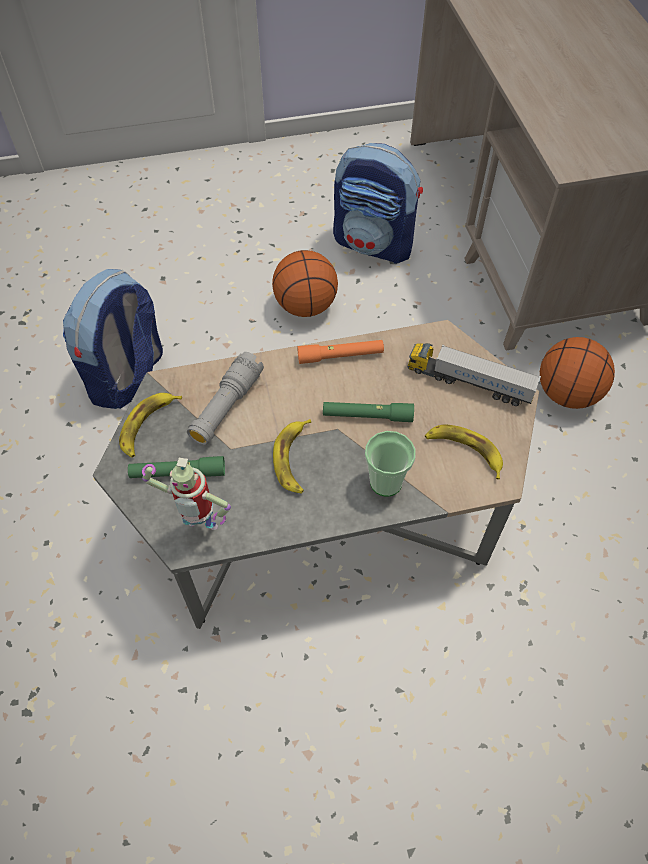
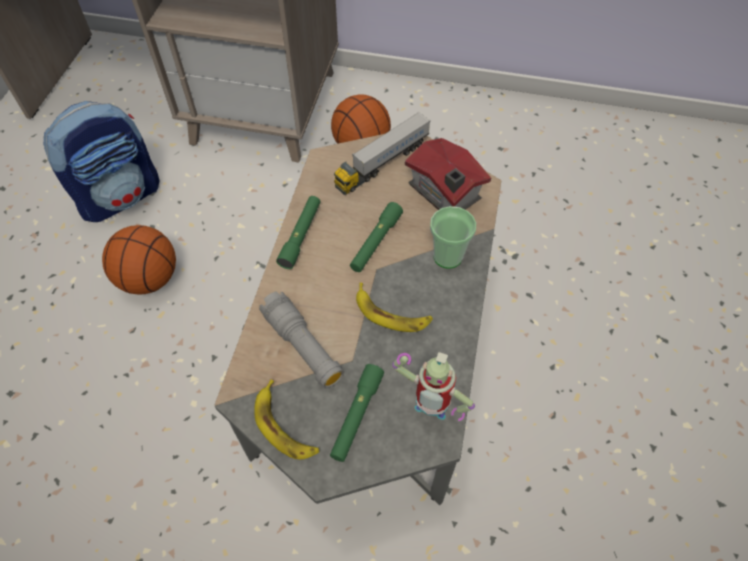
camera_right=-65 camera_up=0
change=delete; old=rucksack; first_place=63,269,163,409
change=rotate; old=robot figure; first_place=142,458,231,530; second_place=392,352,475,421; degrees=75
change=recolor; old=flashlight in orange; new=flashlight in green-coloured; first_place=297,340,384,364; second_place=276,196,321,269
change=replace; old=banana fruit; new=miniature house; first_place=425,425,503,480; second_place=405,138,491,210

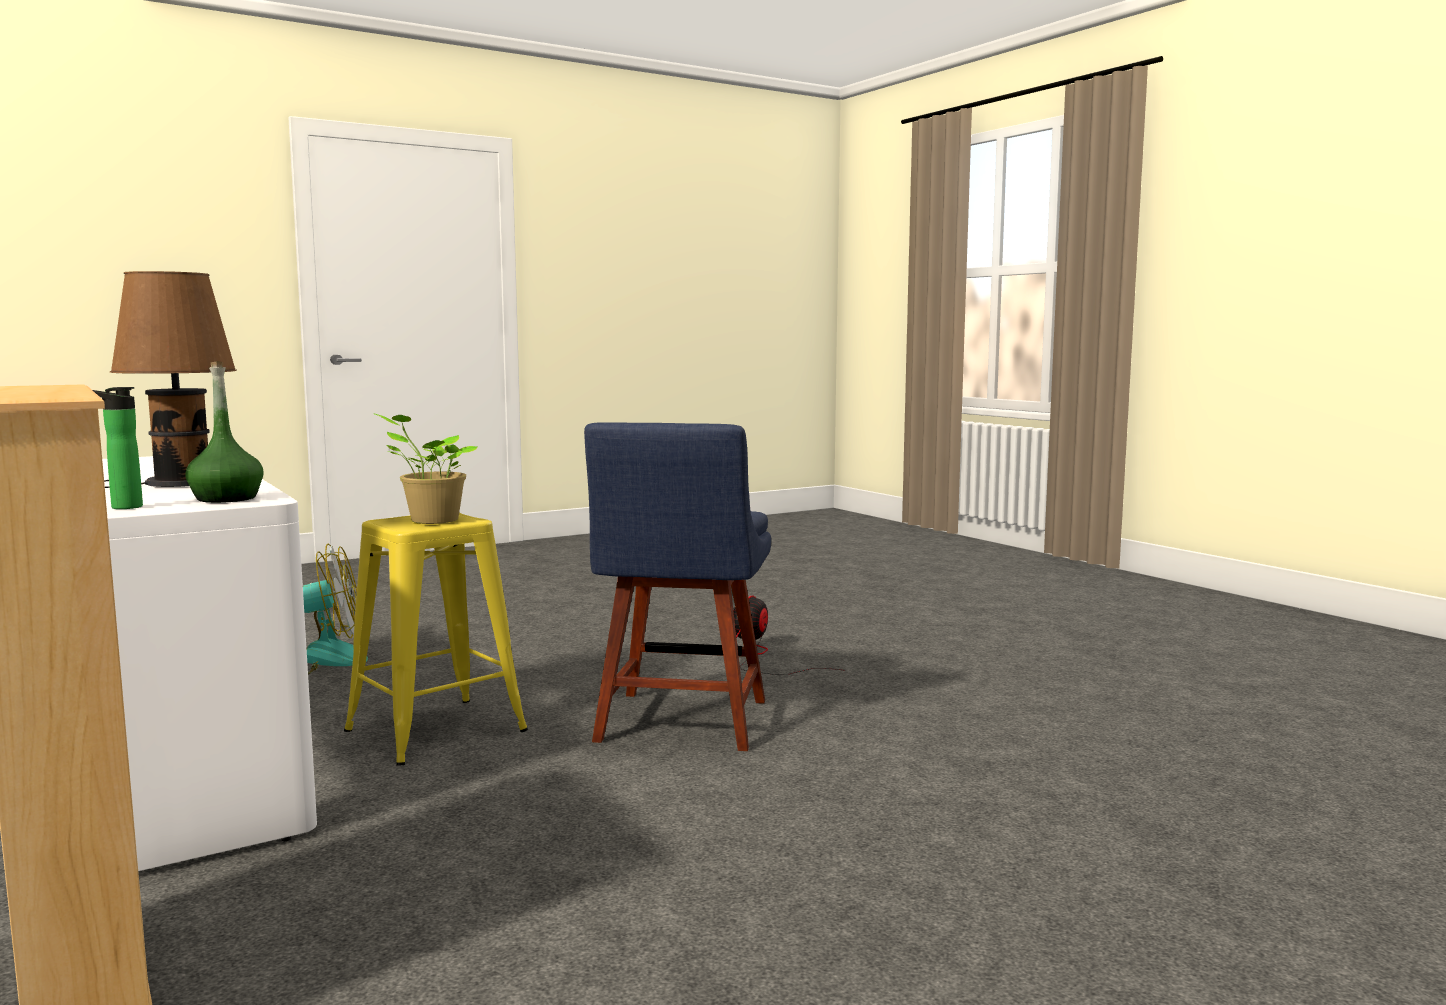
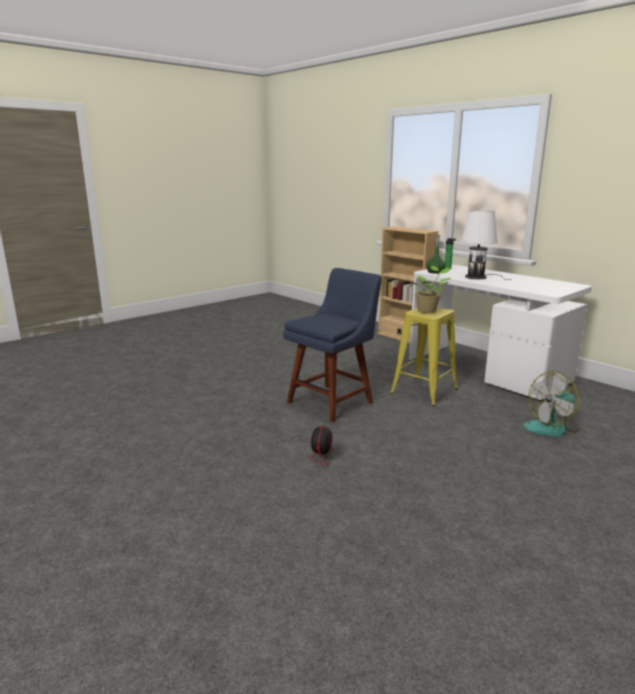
camera_right=170 camera_up=10
change=recolor; old=tabletop lamp in brownish; new=tabletop lamp in white; first_place=104,271,237,488; second_place=461,209,511,280
change=rotate; old=plain chair in bluish; first_place=584,422,771,751; second_place=283,268,382,422; degrees=45

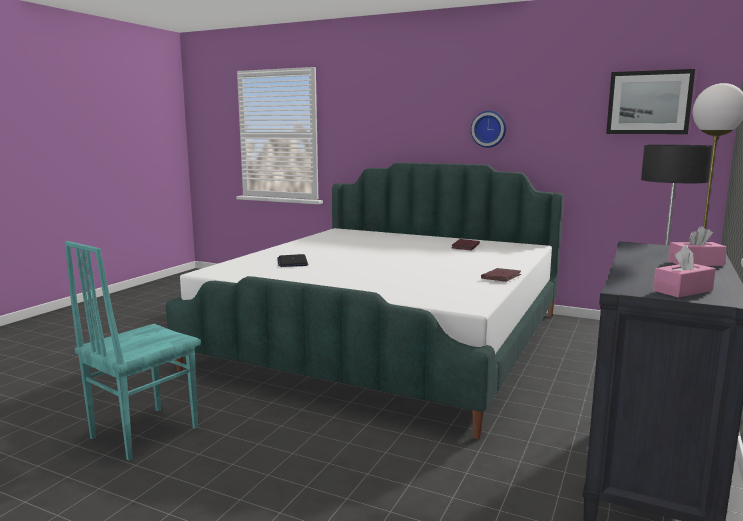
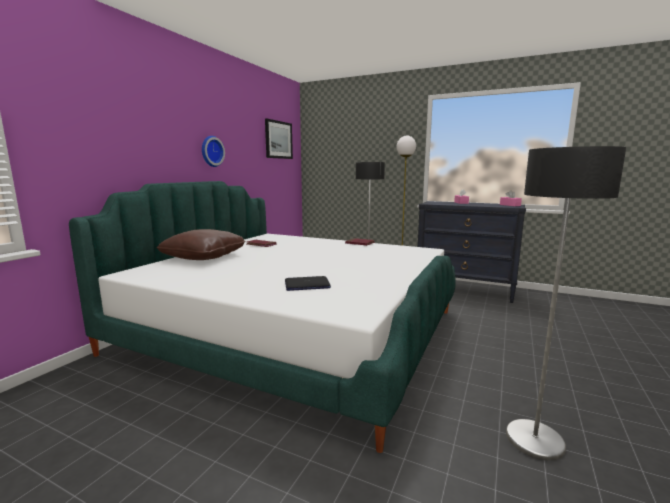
camera_right=-90 camera_up=0
change=replace; old=plain chair in turquoise; new=floor lamp; first_place=64,241,201,461; second_place=506,146,626,461
change=insert; new=cushion in brownish; second_place=156,229,246,260

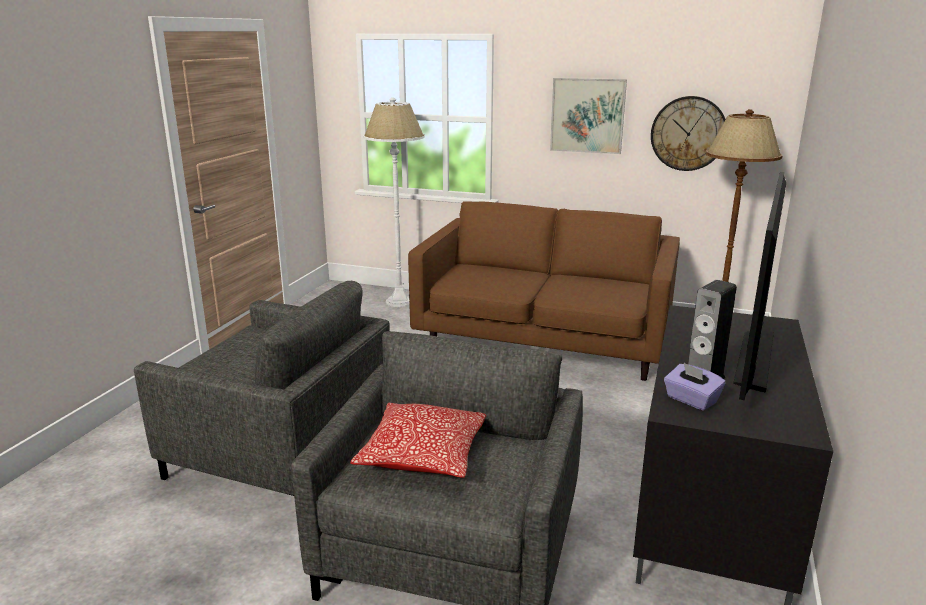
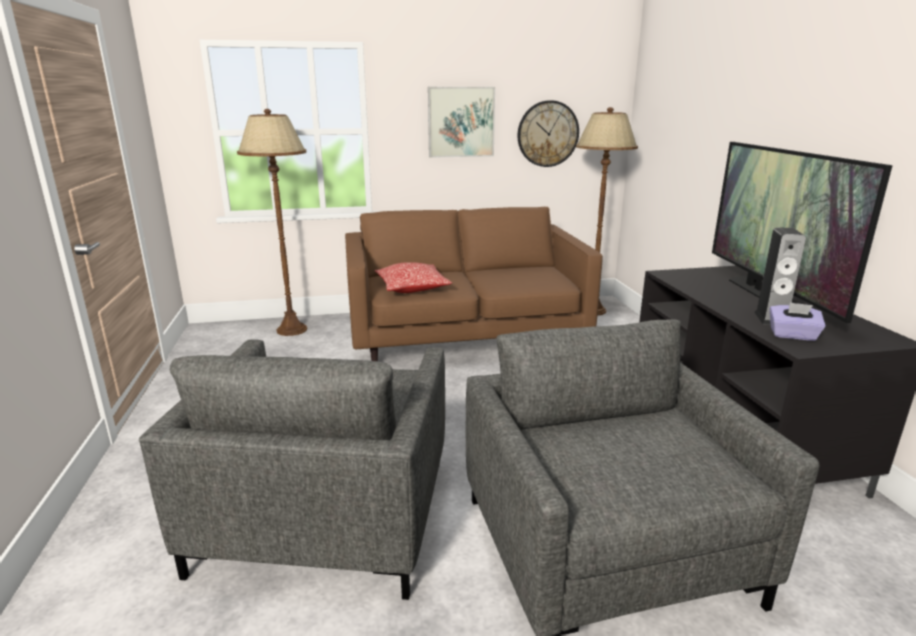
camera_right=-30 camera_up=0
change=rotate; old=easy chair in grey; first_place=134,281,390,496; second_place=139,339,445,600; degrees=105
change=move; old=cushion; first_place=350,403,487,478; second_place=375,262,452,293
change=recolor; old=floor lamp in white; new=floor lamp in brownish; first_place=363,97,425,307; second_place=237,109,307,336

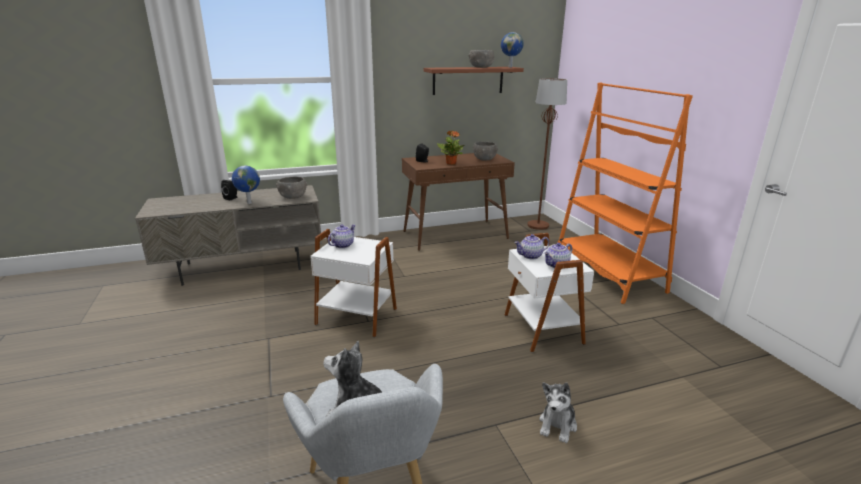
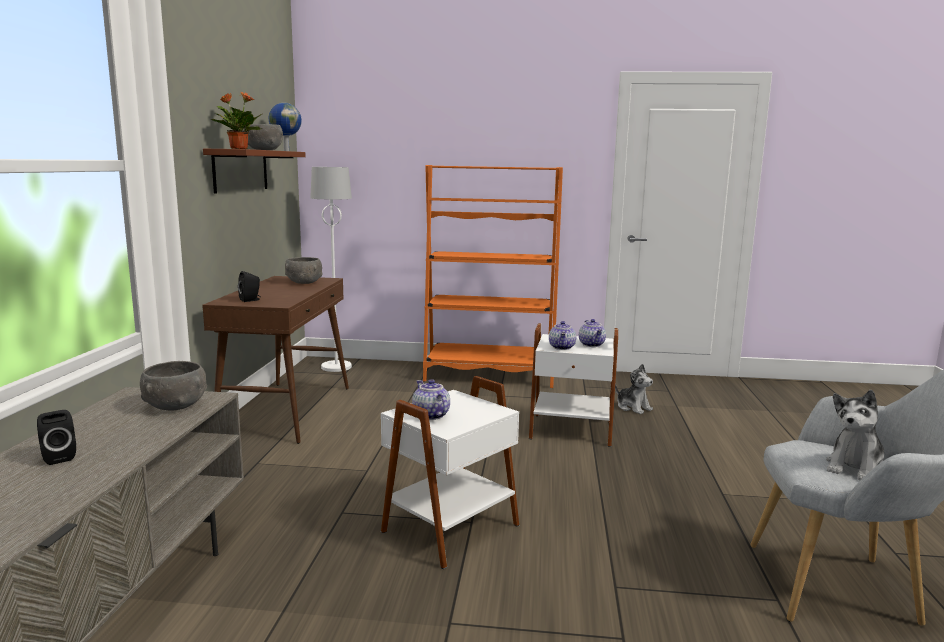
camera_right=-65 camera_up=-10
change=delete; old=desk globe; first_place=232,166,260,204
change=move; old=houseplant; first_place=437,130,464,165; second_place=211,92,262,149
change=recolor; old=floor lamp in brownish; new=floor lamp in white; first_place=527,78,567,230; second_place=310,167,352,372
change=move; old=plush toy; first_place=539,382,577,443; second_place=615,364,653,414

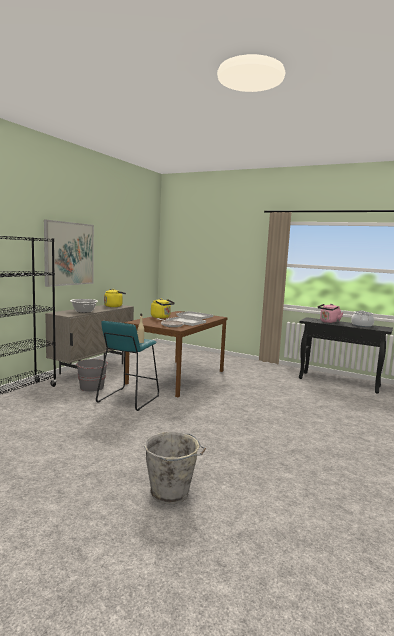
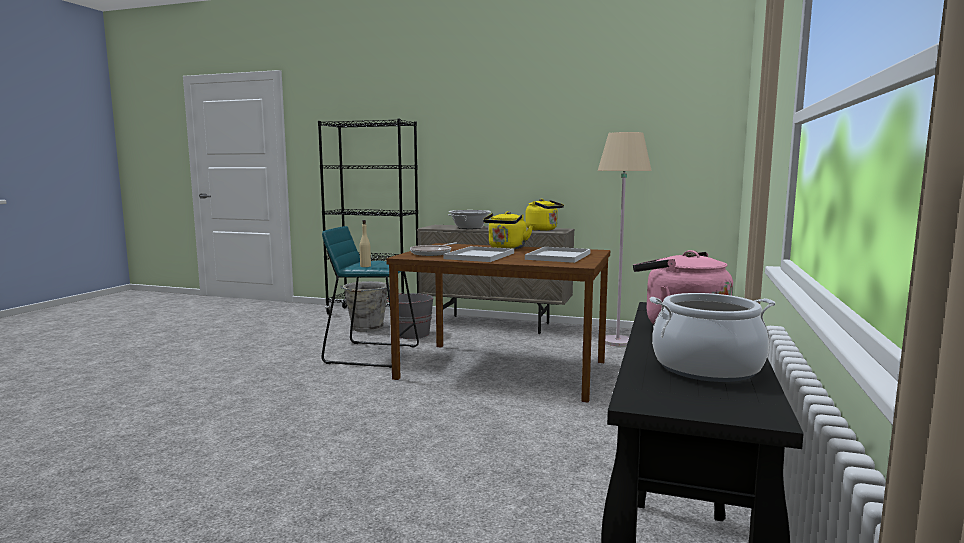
camera_right=80 camera_up=0
change=delete; old=picture; first_place=44,220,94,287
change=move; old=bucket in grey; first_place=144,432,206,504; second_place=340,281,387,332
change=insert; new=floor lamp in beige-coloured; second_place=598,132,652,346

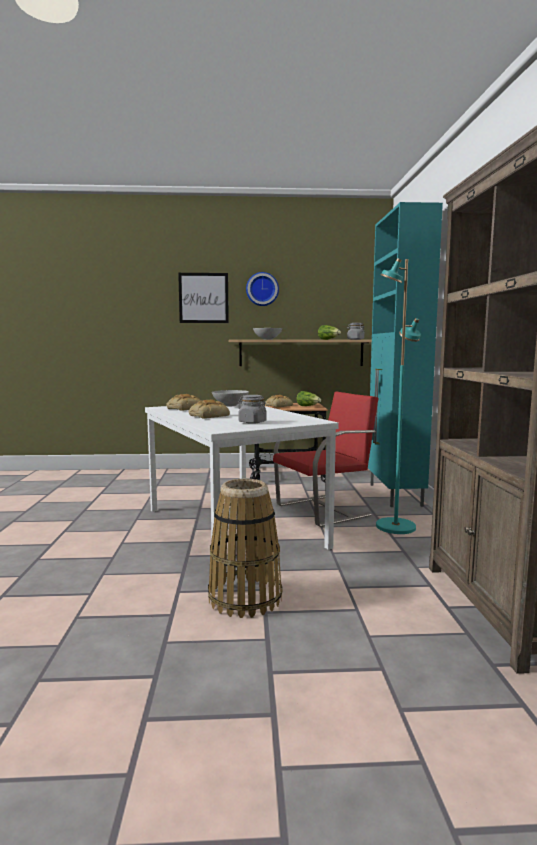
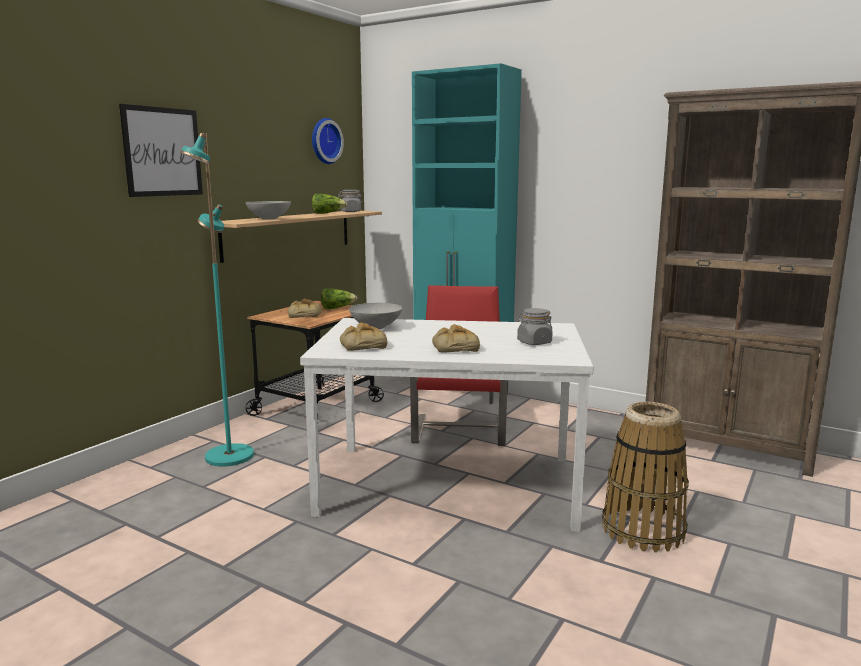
camera_right=-55 camera_up=5
change=move; old=clock on the wall; first_place=246,272,279,306; second_place=312,118,344,164
change=move; old=floor lamp in turquoise; first_place=376,258,421,534; second_place=180,133,254,466

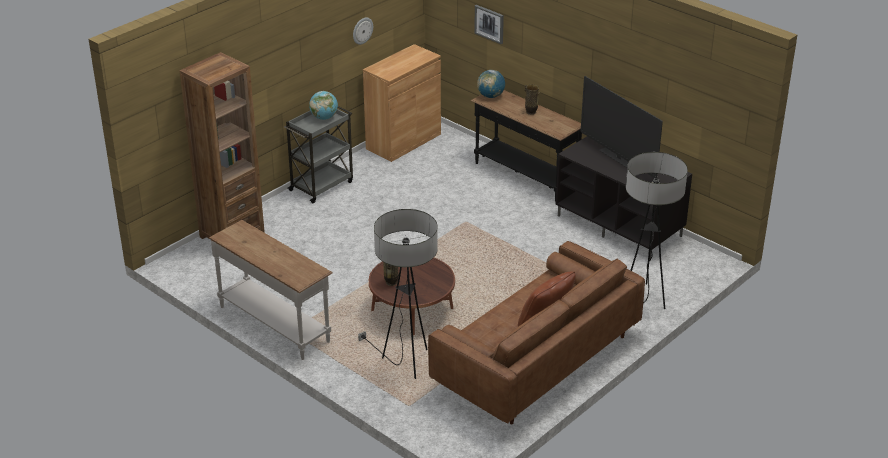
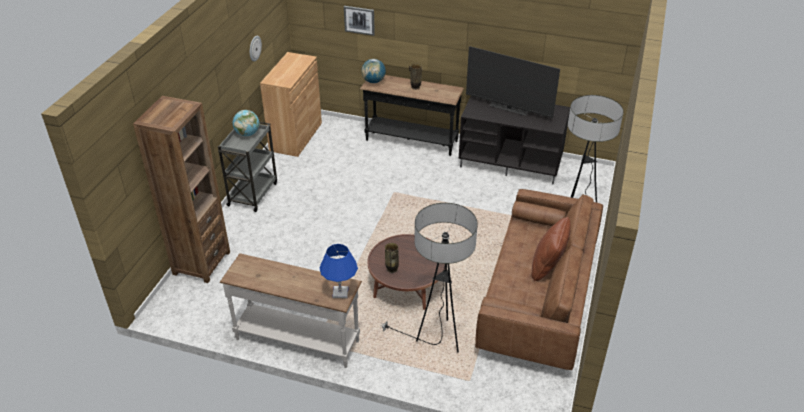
camera_right=-25 camera_up=5
change=insert; new=tabletop lamp in bluish; second_place=320,244,358,298

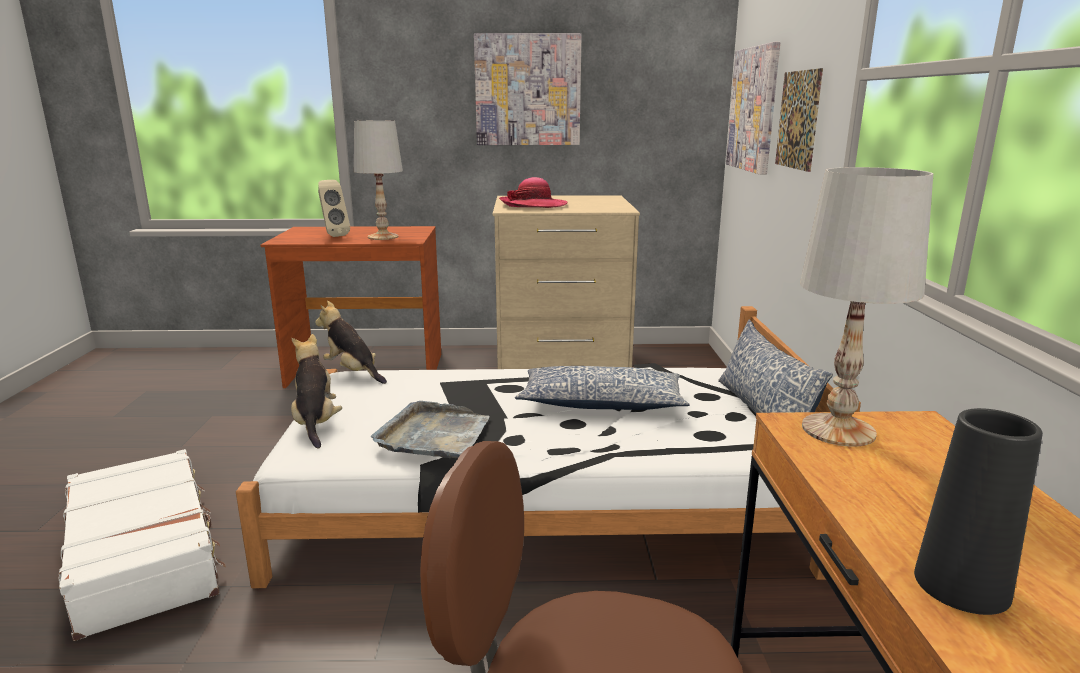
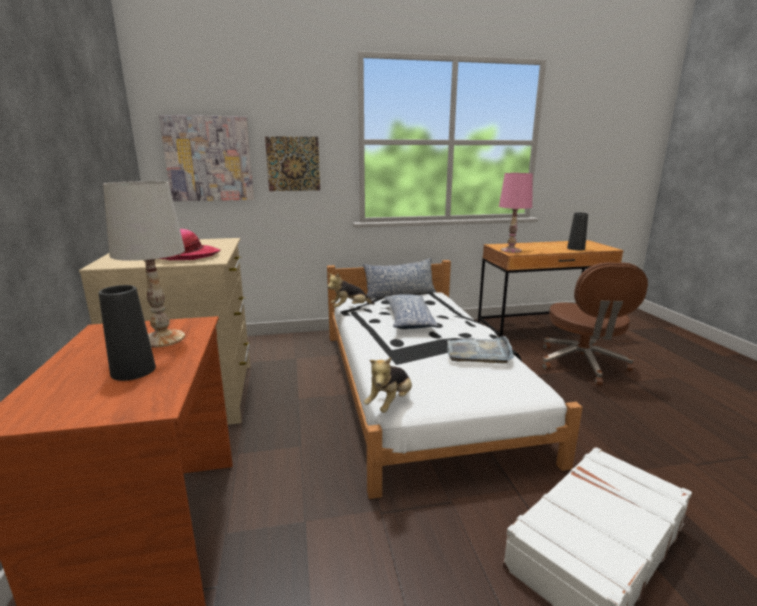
camera_right=-100 camera_up=0
change=move; old=plush toy; first_place=291,334,342,449; second_place=328,273,375,308
change=replace; old=speaker in beige-coloured; new=flower vase in blackish; first_place=318,180,350,237; second_place=99,285,156,381
change=delete; old=picture; first_place=474,33,582,145
change=recolor; old=tabletop lamp in white; new=tabletop lamp in pinkish; first_place=800,167,933,447; second_place=499,173,533,253

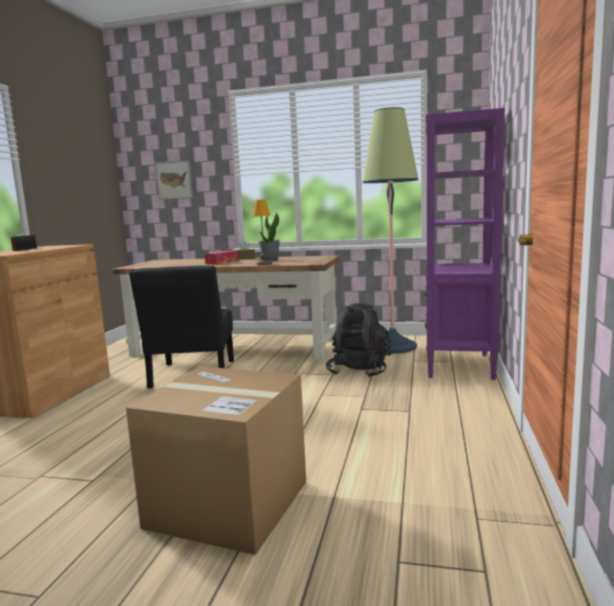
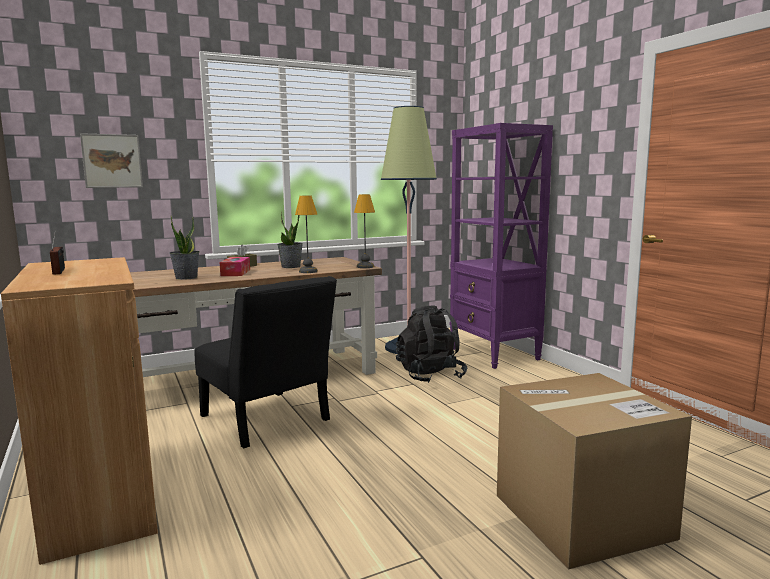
camera_right=-40 camera_up=0
change=insert; new=houseplant; second_place=170,216,200,280
change=insert; new=tabletop lamp; second_place=354,194,375,268

